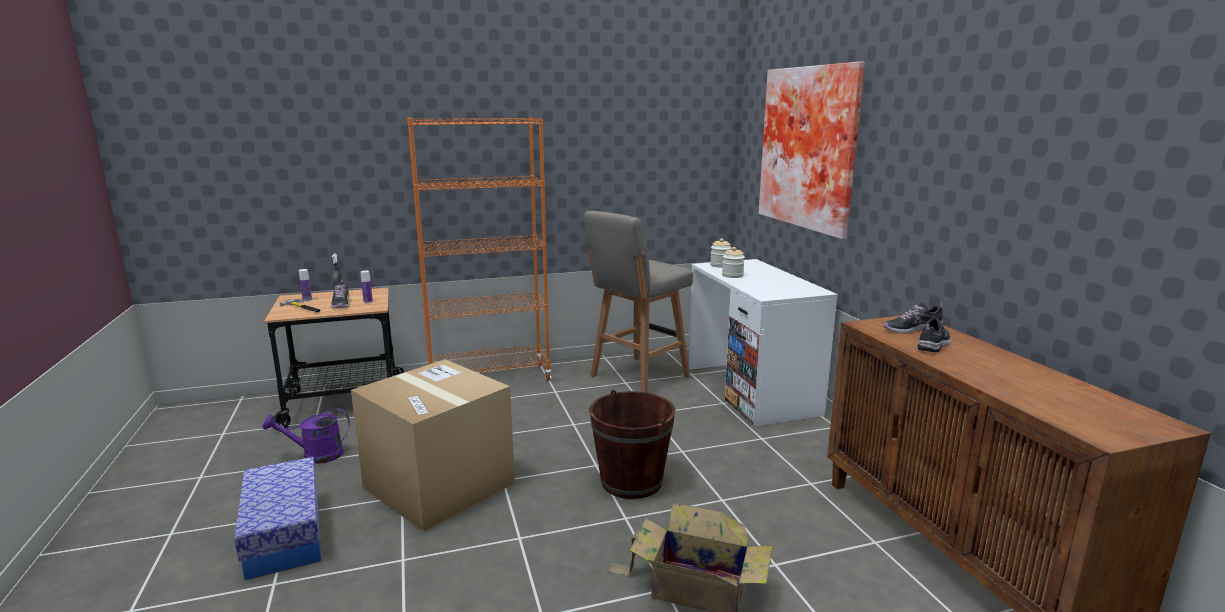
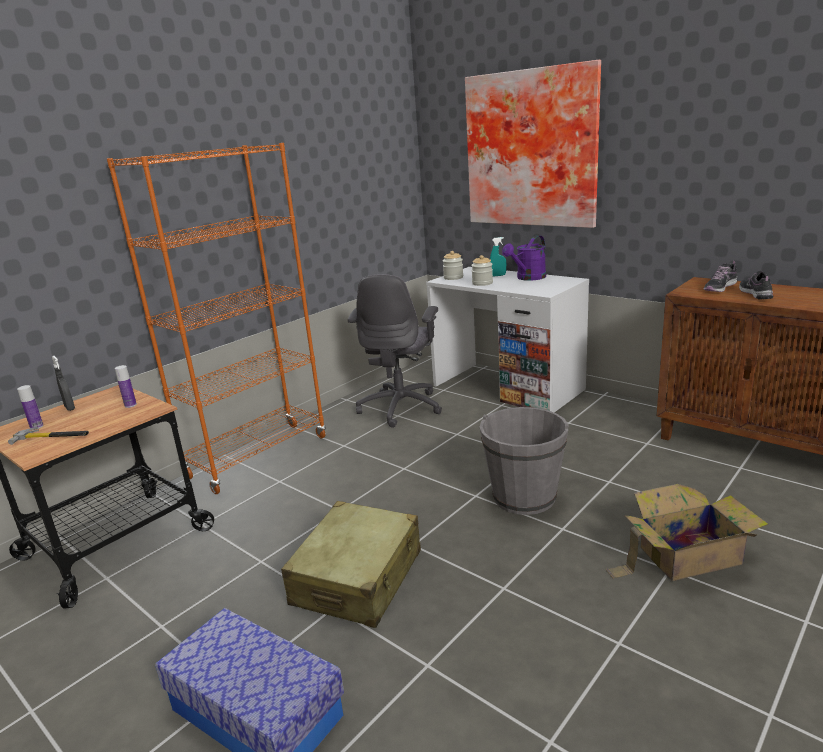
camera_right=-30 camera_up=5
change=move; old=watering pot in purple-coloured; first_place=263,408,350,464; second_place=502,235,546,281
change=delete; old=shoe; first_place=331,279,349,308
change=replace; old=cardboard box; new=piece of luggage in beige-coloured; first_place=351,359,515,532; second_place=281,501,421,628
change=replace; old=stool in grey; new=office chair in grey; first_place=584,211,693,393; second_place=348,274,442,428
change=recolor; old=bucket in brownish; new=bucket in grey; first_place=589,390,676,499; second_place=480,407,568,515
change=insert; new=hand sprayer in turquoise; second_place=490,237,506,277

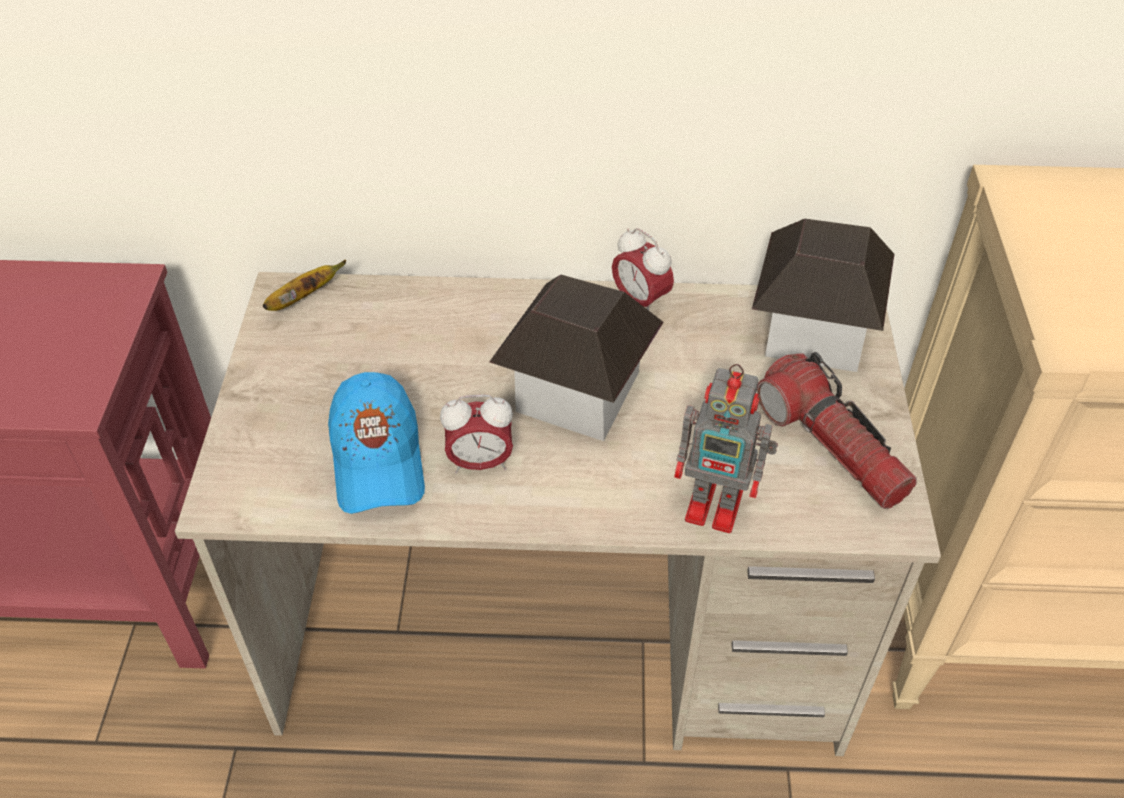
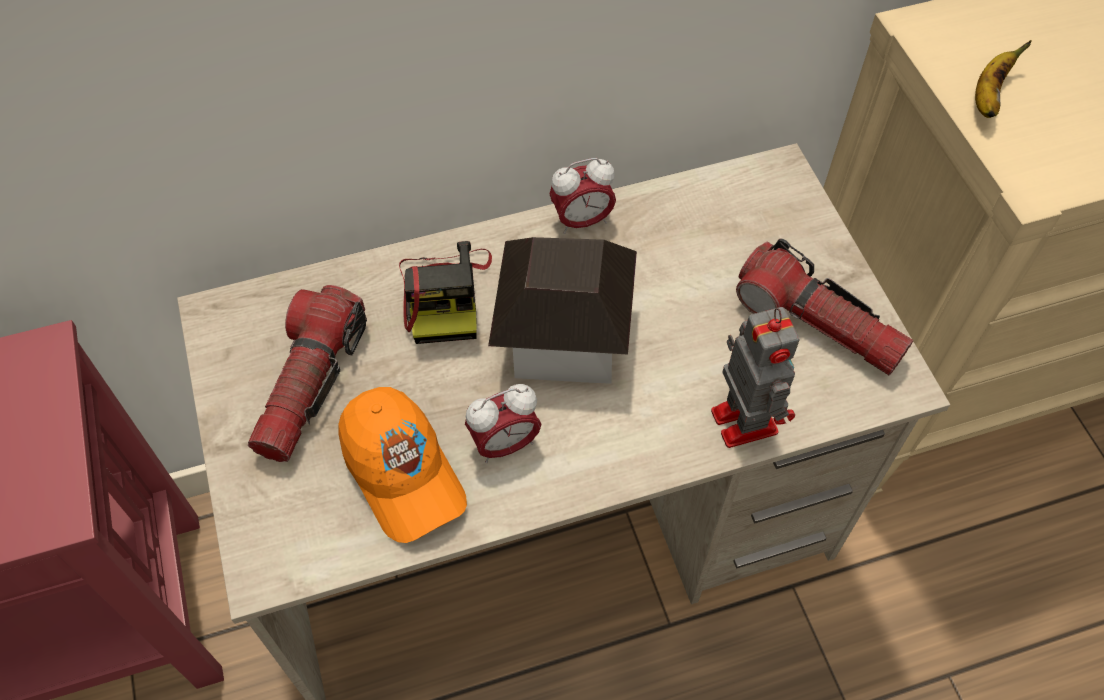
camera_right=-20 camera_up=10
change=move; old=banana fruit; first_place=263,260,347,311; second_place=975,40,1031,118
change=recolor; old=peaked cap in bluish; new=peaked cap in orange; first_place=328,372,425,514; second_place=338,387,467,543
change=rotate; old=bedside clock; first_place=612,228,674,310; second_place=550,158,616,234; degrees=-45
change=rotate; old=robot figure; first_place=674,364,778,533; second_place=711,307,799,448; degrees=-105
change=delete; old=miniature house; first_place=752,219,895,372
change=insert; new=flashlight; second_place=248,285,367,462
change=insert; new=still camera; second_place=399,241,492,344

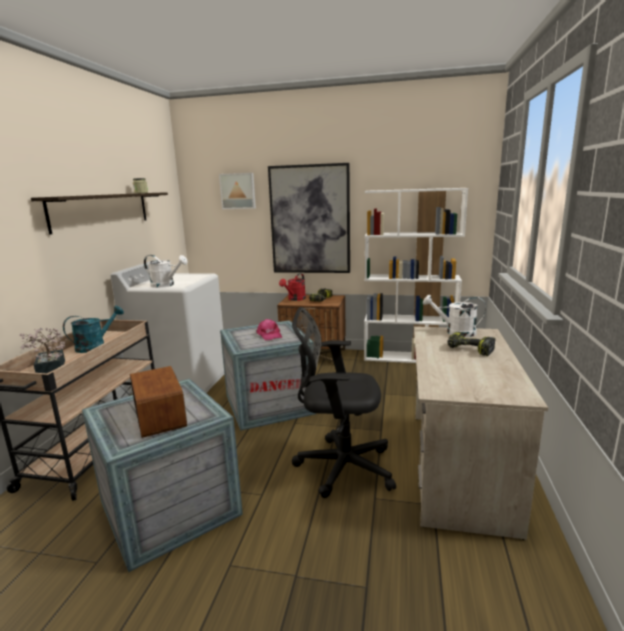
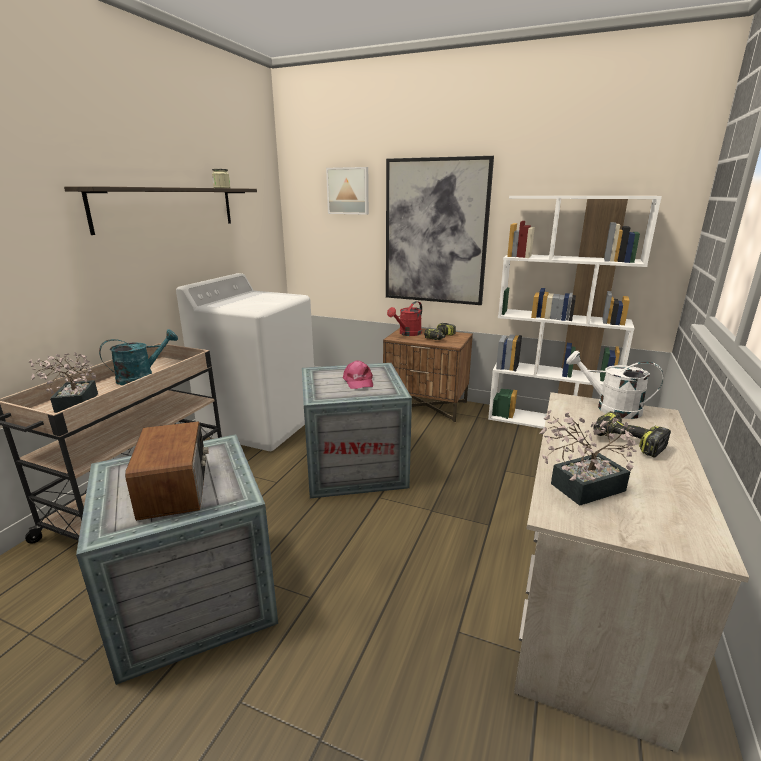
camera_right=10 camera_up=5
change=delete; old=watering pot in white; first_place=144,255,188,288
change=delete; old=office chair in blackish; first_place=292,307,396,498
change=insert; new=houseplant; second_place=539,410,637,506

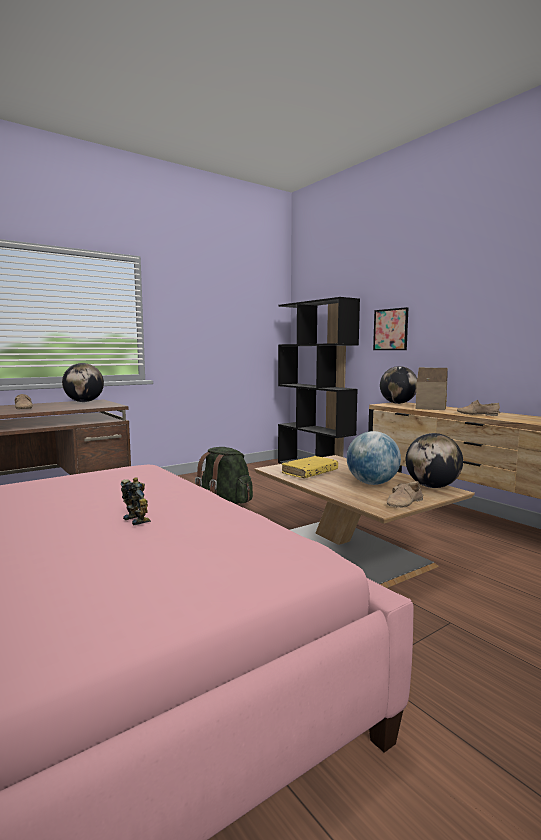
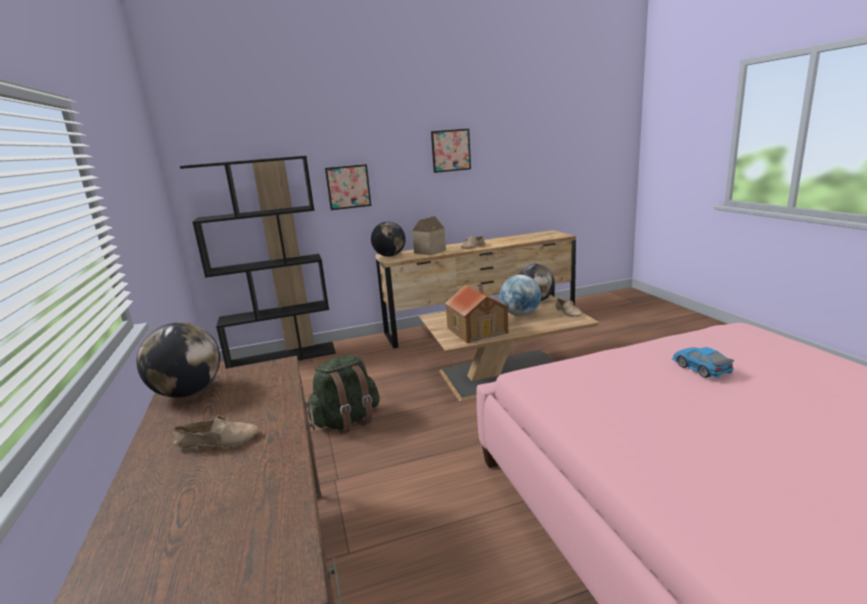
camera_right=-70 camera_up=10
change=replace; old=robot figure; new=miniature car; first_place=121,477,151,525; second_place=672,347,734,378
change=replace; old=book in yellowish; new=miniature house; first_place=282,456,338,478; second_place=445,284,509,343
change=insert; new=picture; second_place=431,129,471,173

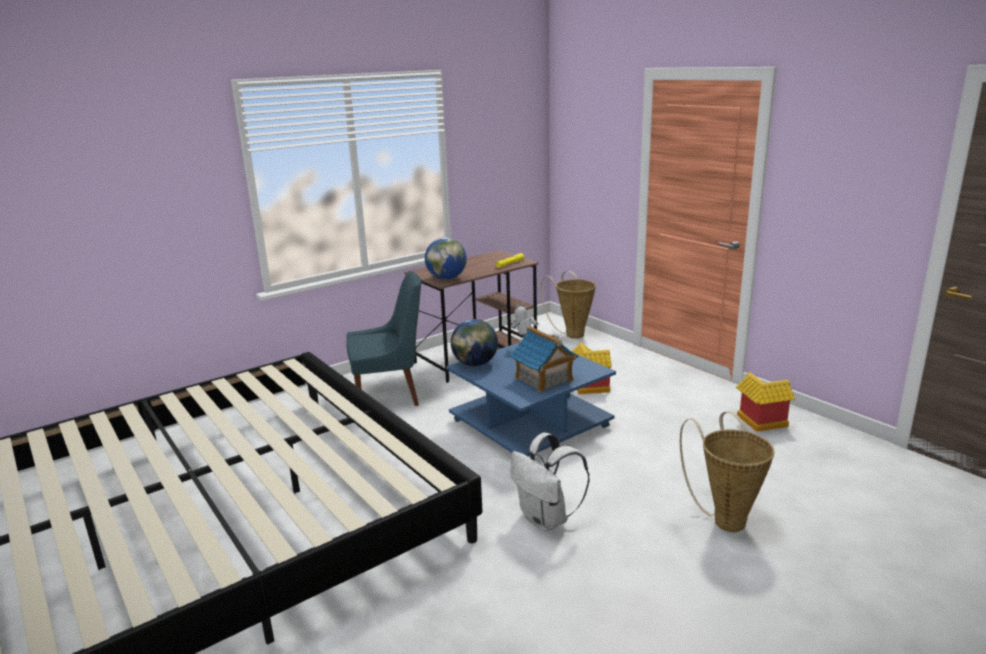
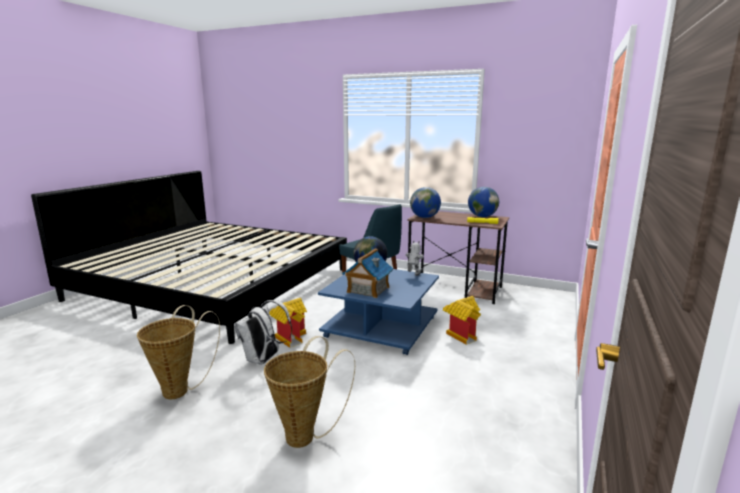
camera_right=60 camera_up=-5
change=move; old=storage basket; first_place=540,271,596,339; second_place=137,305,220,399
change=move; old=miniature house; first_place=736,373,795,432; second_place=269,298,307,348
change=insert; new=desk globe; second_place=468,187,499,217

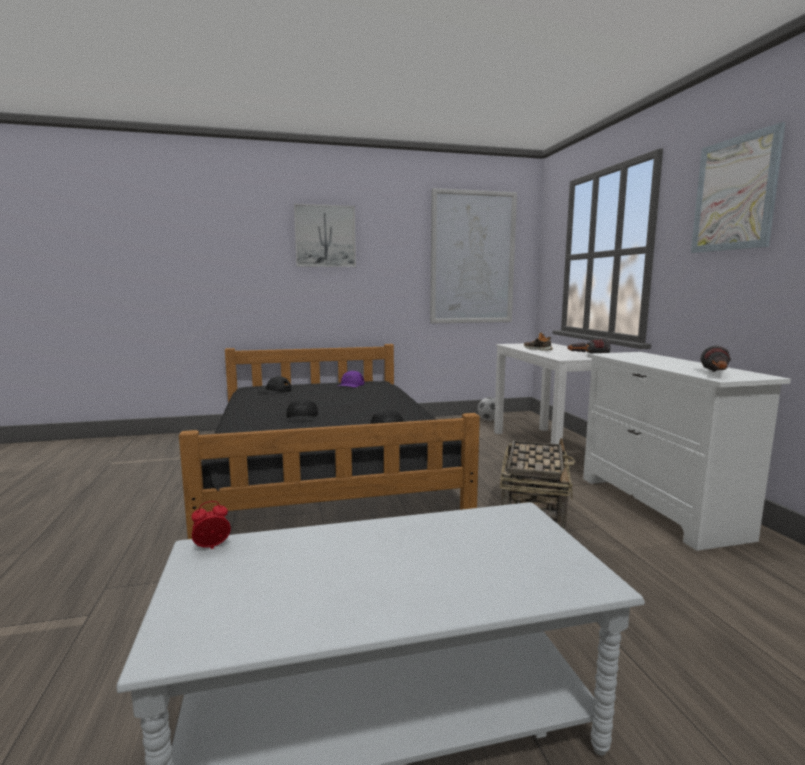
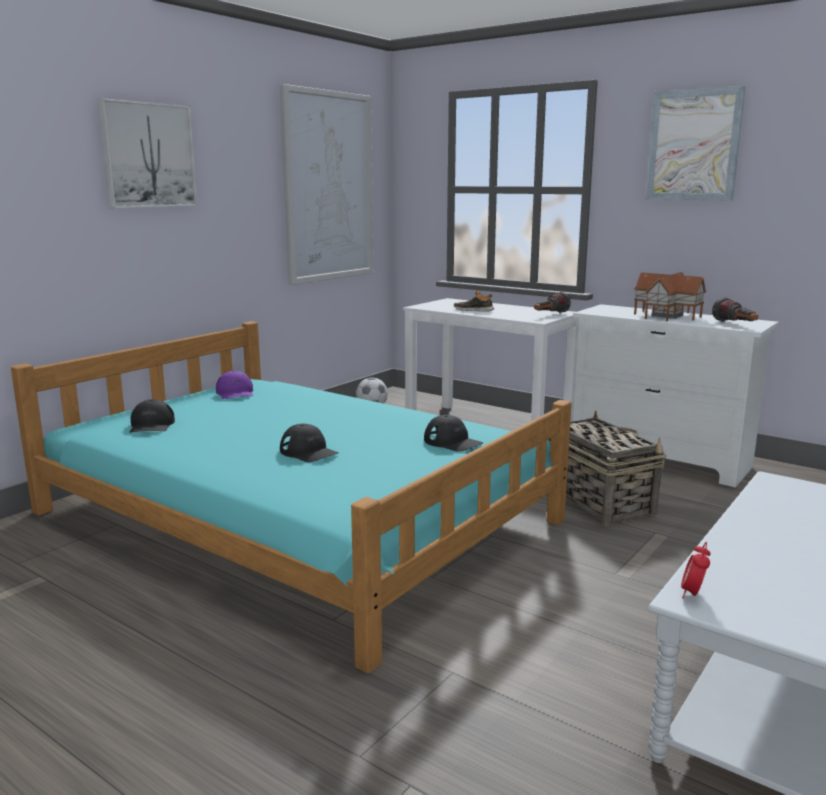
camera_right=-40 camera_up=5
change=recolor; old=bedroom bed in blackish; new=bedroom bed in turquoise; first_place=179,344,480,539; second_place=11,321,572,674
change=insert; new=miniature house; second_place=634,272,707,321

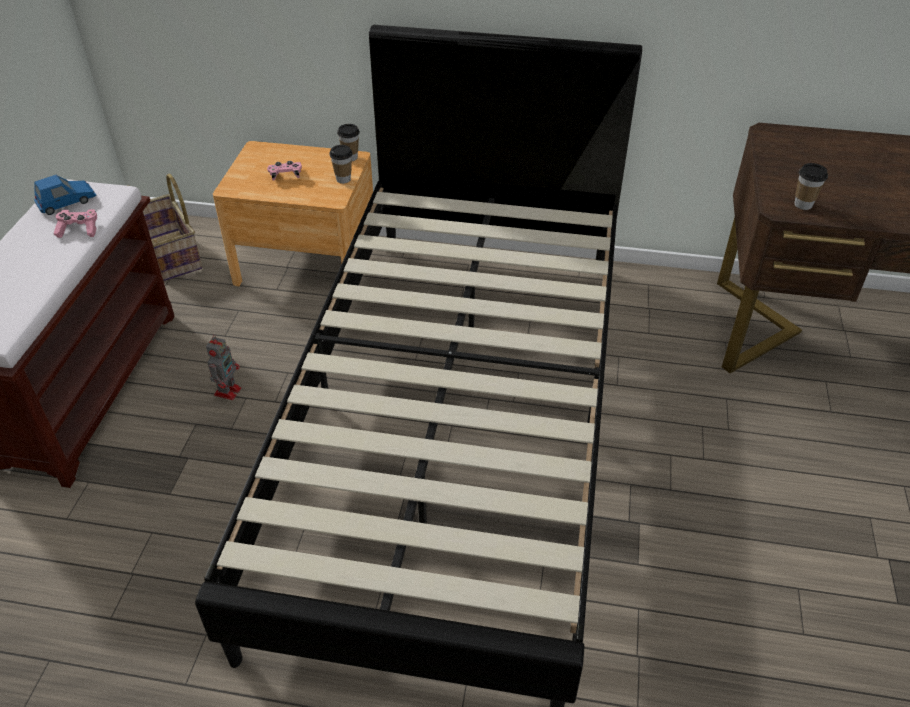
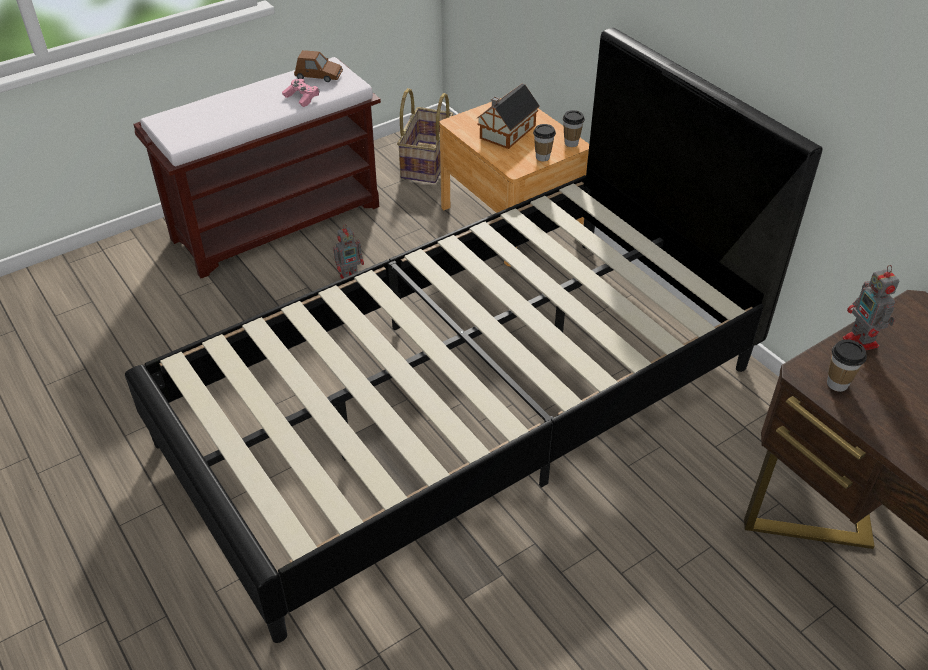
camera_right=45 camera_up=0
change=recolor; old=miniature car in bluish; new=miniature car in brownish; first_place=34,175,97,215; second_place=294,50,343,82
change=replace; old=gamepad in pinkish; new=miniature house; first_place=267,161,302,181; second_place=476,84,540,149
change=insert; new=robot figure; second_place=843,265,899,350

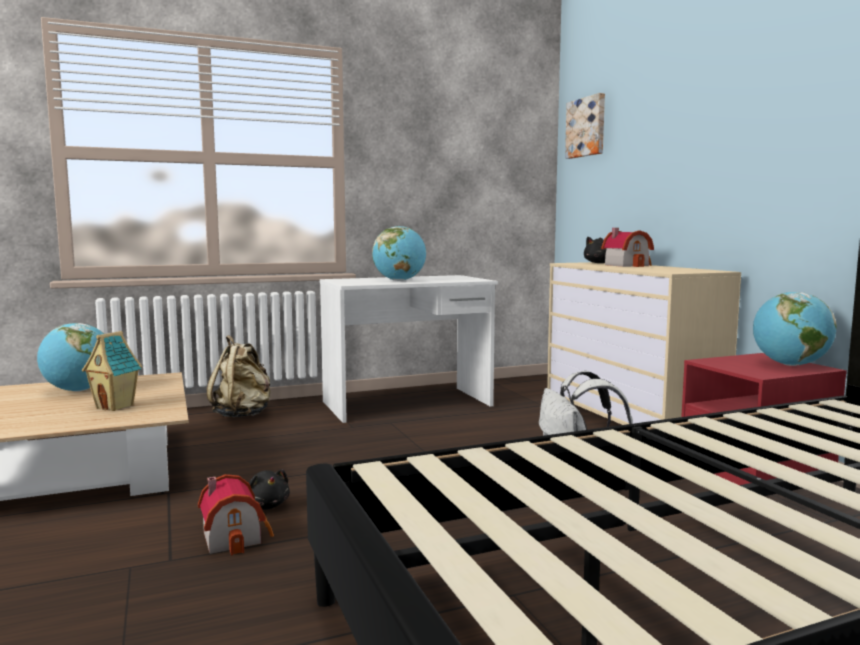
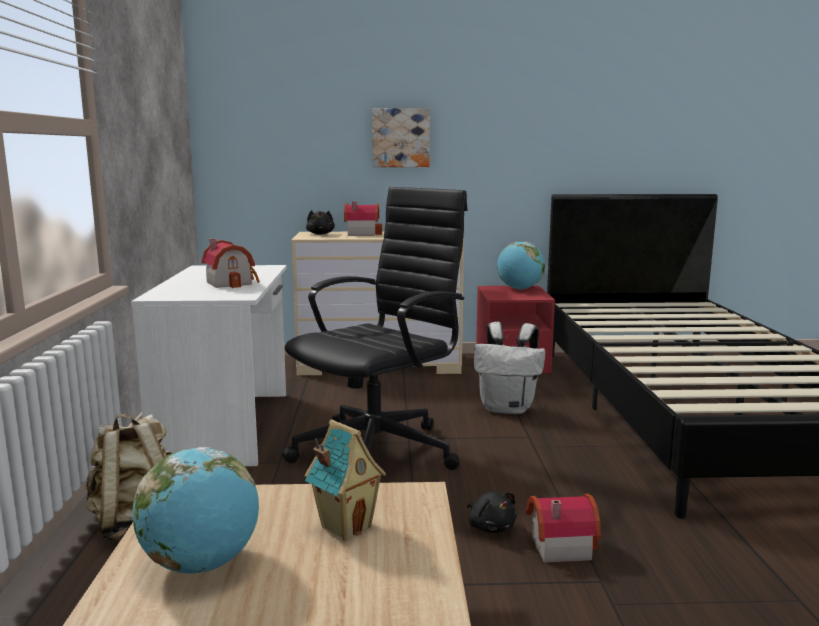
camera_right=-70 camera_up=5
change=rotate; old=plush toy in blackish; first_place=249,469,290,510; second_place=467,492,517,533; degrees=75
change=replace; old=desk globe; new=miniature house; first_place=372,226,426,281; second_place=201,239,260,288
change=move; old=picture; first_place=565,93,605,159; second_place=372,108,430,167
change=insert; new=office chair in blackish; second_place=282,187,467,470

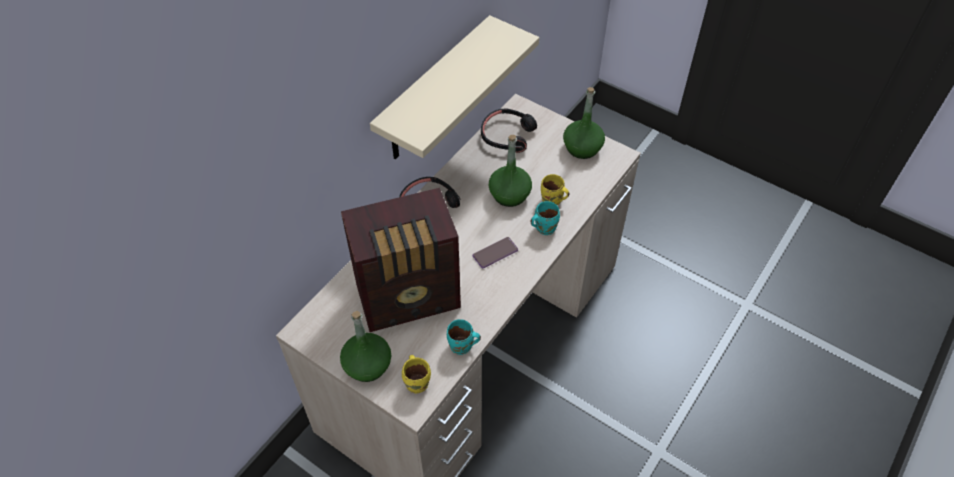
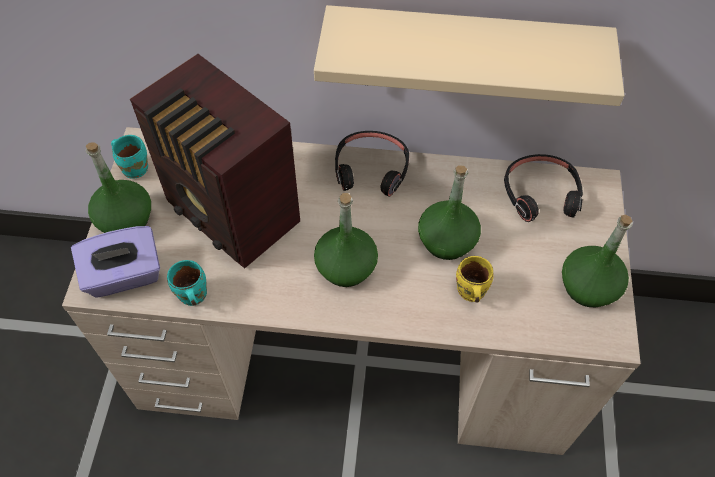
camera_right=60 camera_up=5
change=replace; old=mug in yellowish; new=tissue box in purple-coloured; first_place=402,355,431,393; second_place=71,226,160,297
change=replace; old=phone; new=bottle in green-coloured; first_place=473,237,518,268; second_place=314,193,378,287
change=move; old=mug in turquoise; first_place=531,201,560,235; second_place=111,135,148,179

